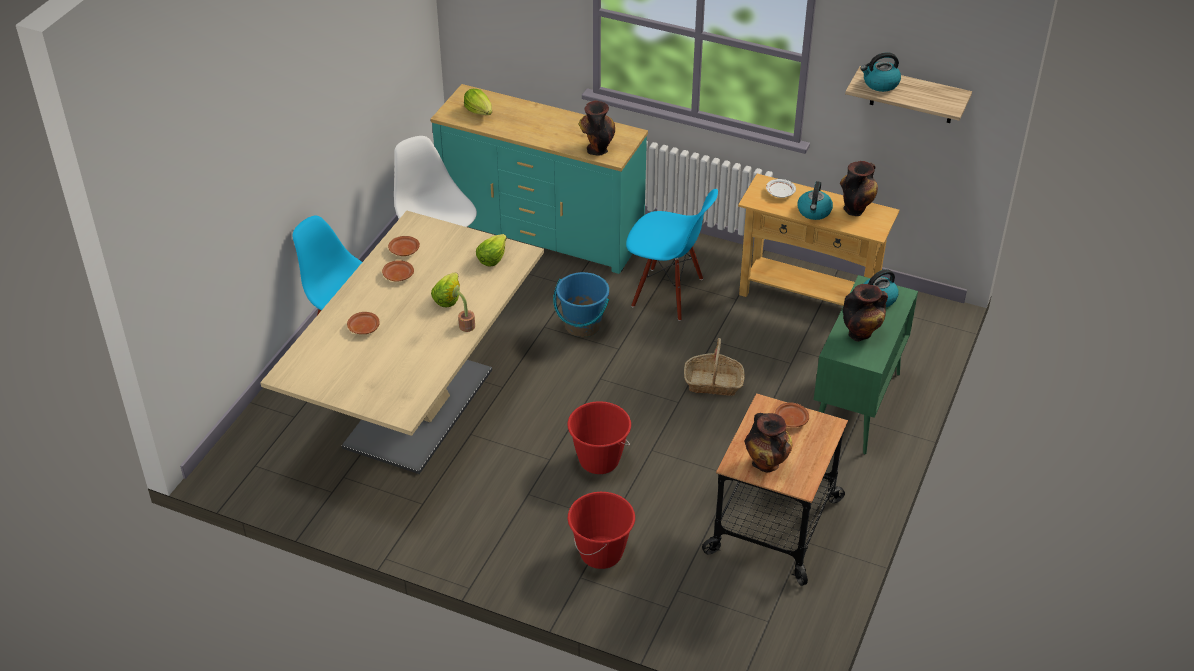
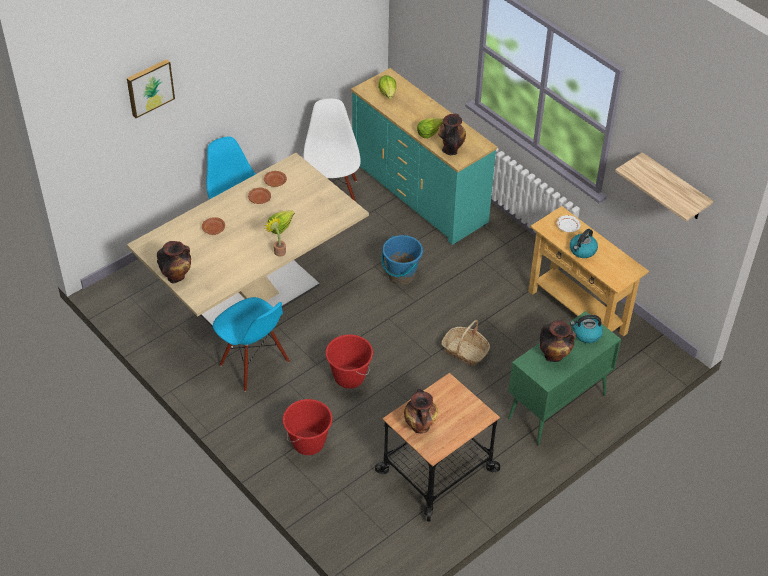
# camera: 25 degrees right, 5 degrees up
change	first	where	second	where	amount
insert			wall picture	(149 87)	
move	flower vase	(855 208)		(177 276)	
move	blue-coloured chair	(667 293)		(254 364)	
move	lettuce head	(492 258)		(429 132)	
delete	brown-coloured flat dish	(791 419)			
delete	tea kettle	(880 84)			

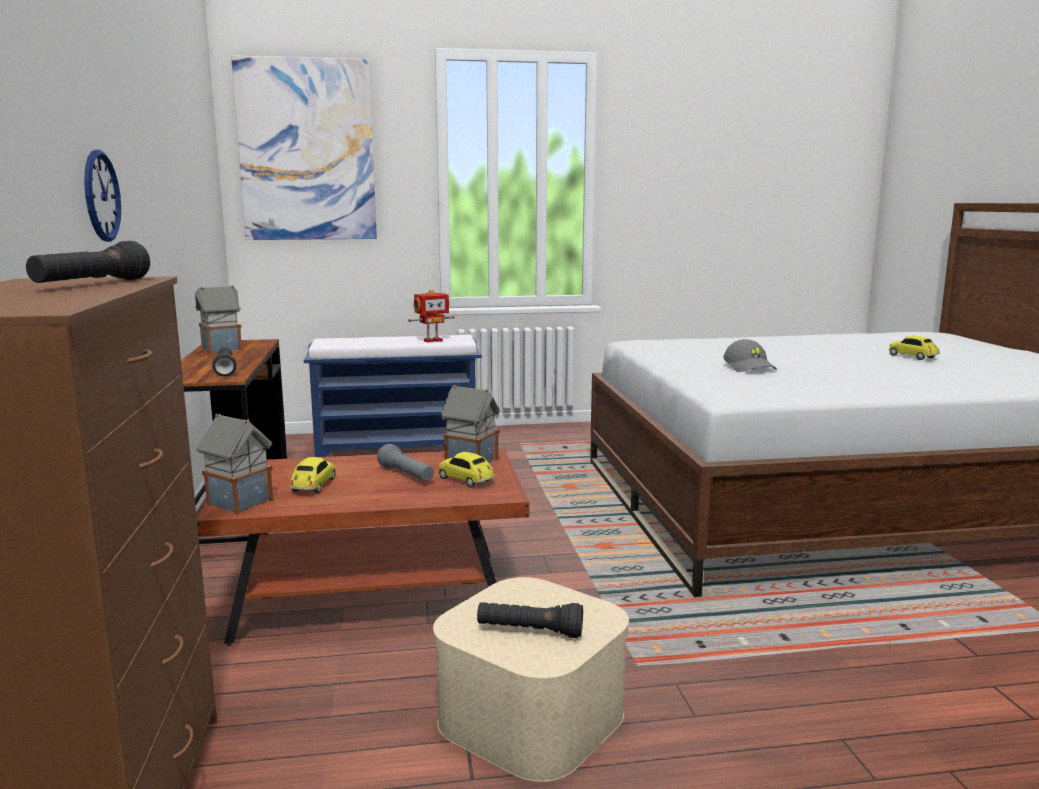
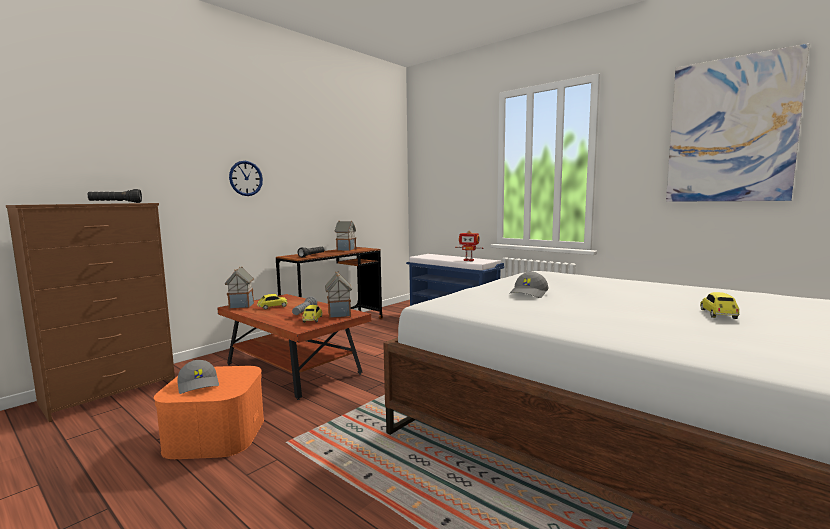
# camera: 50 degrees right, 5 degrees down
change	first	where	second	where	amount
recolor	beige storage box	(530 716)	orange-coloured storage box	(215 434)	
replace	black hand torch	(529 631)	grey peaked cap	(199 384)	
move	wall picture	(307 150)		(730 131)	

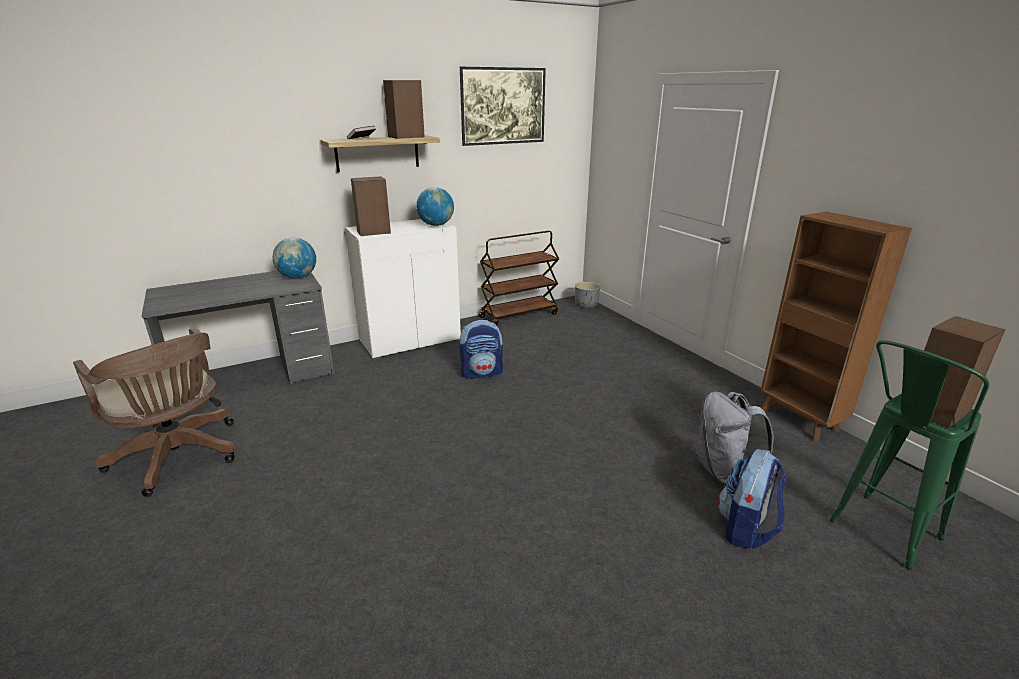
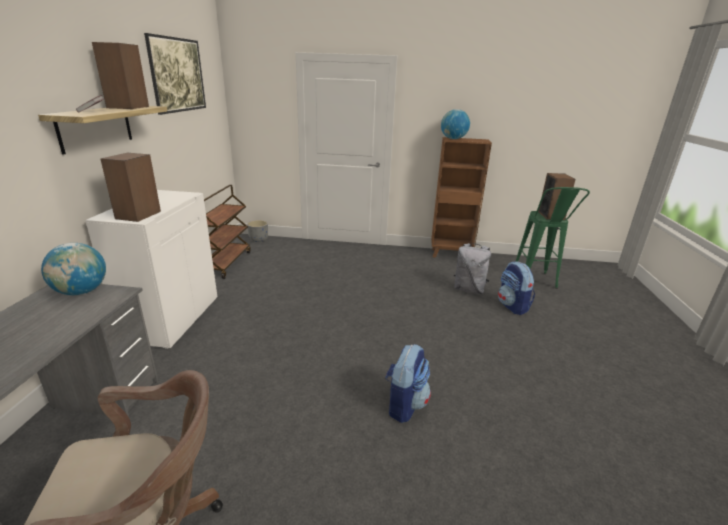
# camera: 55 degrees left, 0 degrees up
change	first	where	second	where	amount
move	rucksack	(482 373)		(404 404)	
move	desk globe	(436 225)		(453 139)	

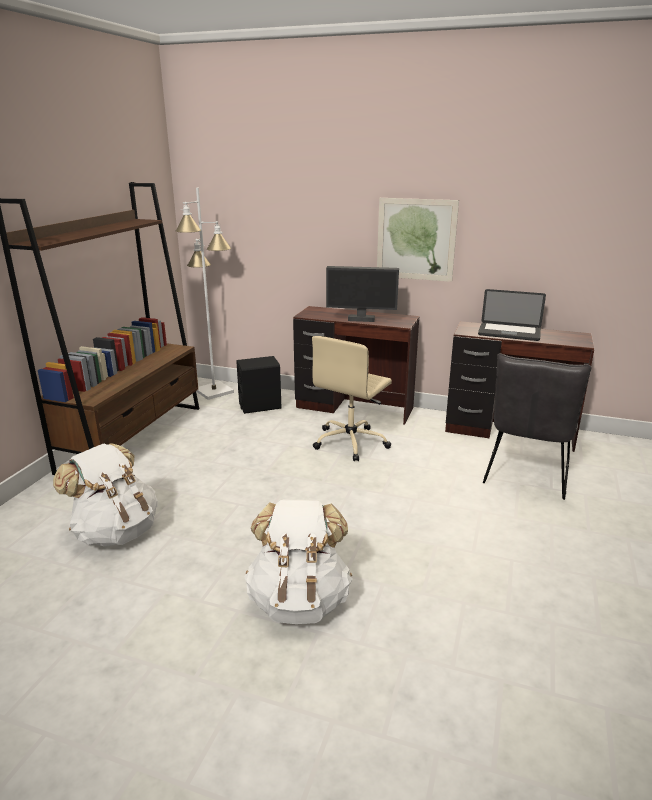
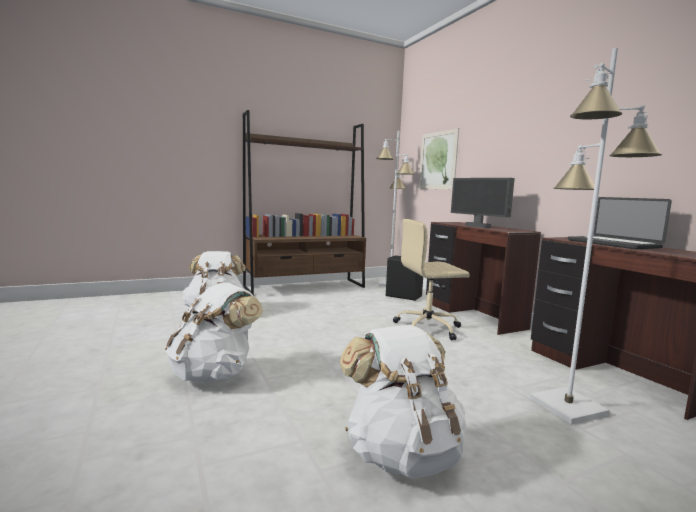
# camera: 45 degrees right, 15 degrees down
change	first	where	second	where	amount
insert			whitish rucksack	(402 453)	
move	wall picture	(416 239)		(438 160)	
replace	grey chair	(525 475)	whitish standing lamp	(566 406)	

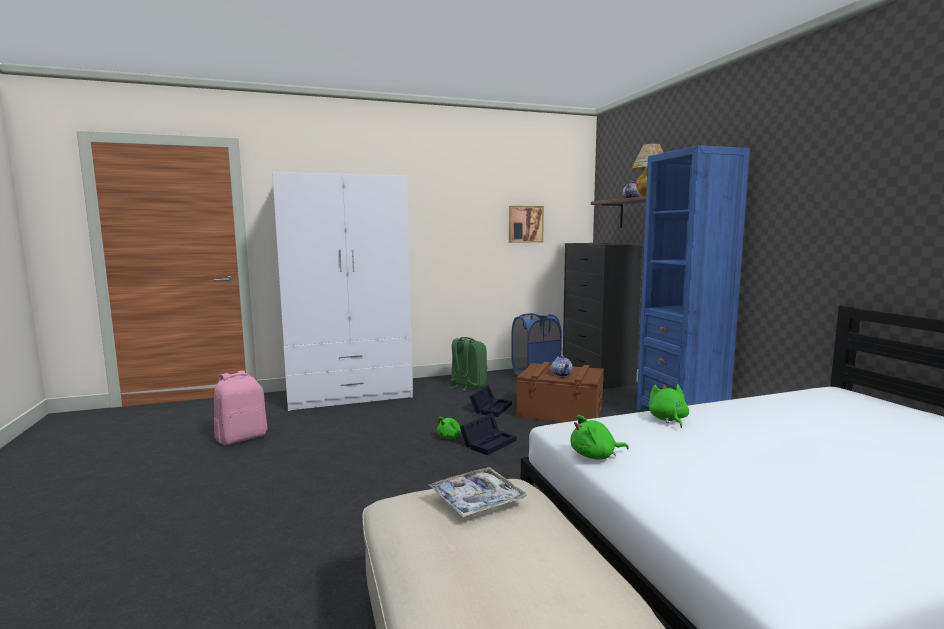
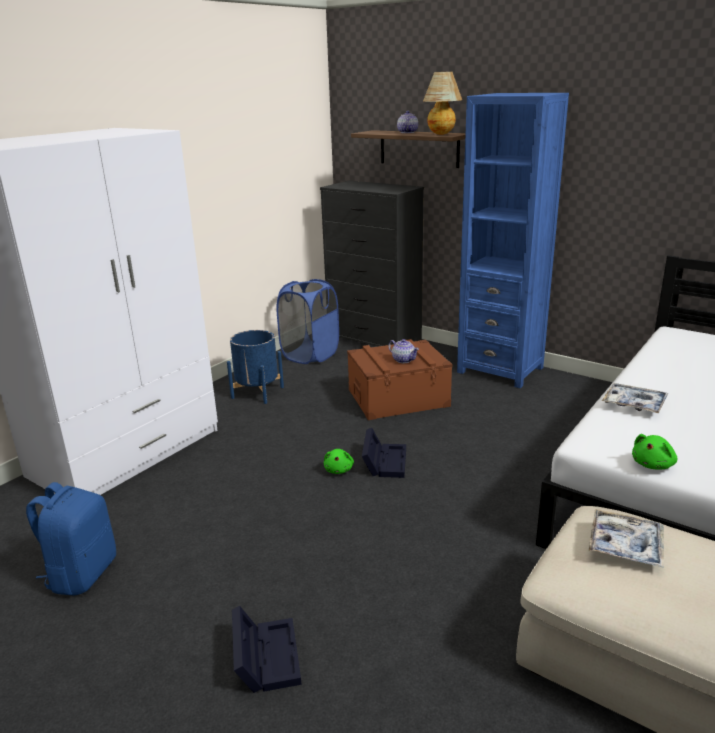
# camera: 35 degrees left, 15 degrees up
change	first	where	second	where	amount
recolor	pink-coloured rucksack	(242 438)	blue-coloured rucksack	(82 574)	
replace	green-coloured rucksack	(467 385)	blue-coloured planter	(257 392)	
move	black storage box	(491 408)		(266 656)	
replace	green-coloured cuddly toy	(668 419)	tray	(634 404)	
delete	wall picture	(525 224)			

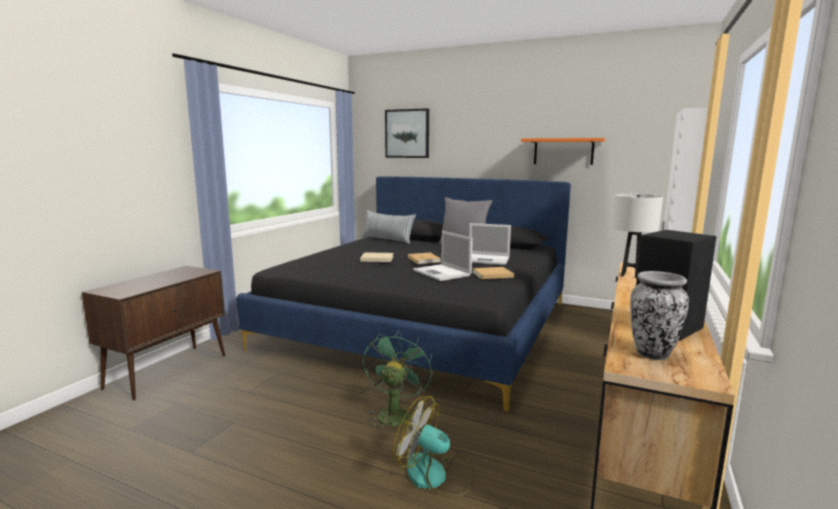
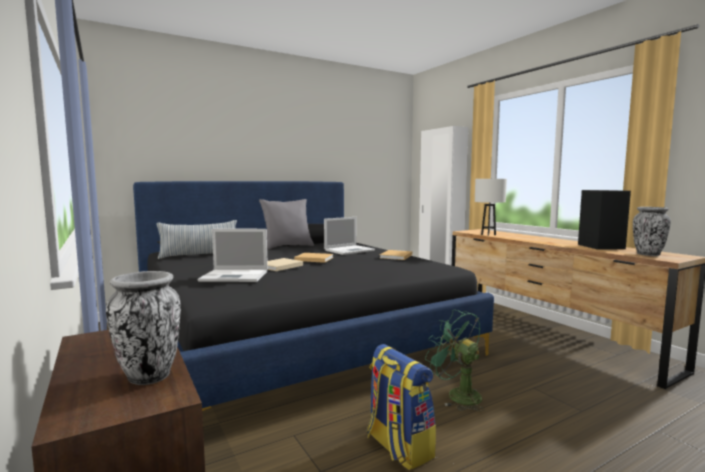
# camera: 55 degrees left, 5 degrees down
change	first	where	second	where	amount
insert			flower vase	(148 376)	
move	notebook computer	(442 273)		(236 276)	
insert			rucksack	(398 447)	
delete	wall picture	(407 133)			
delete	fan	(435 476)			
delete	orange-coloured bracket shelf	(563 151)			

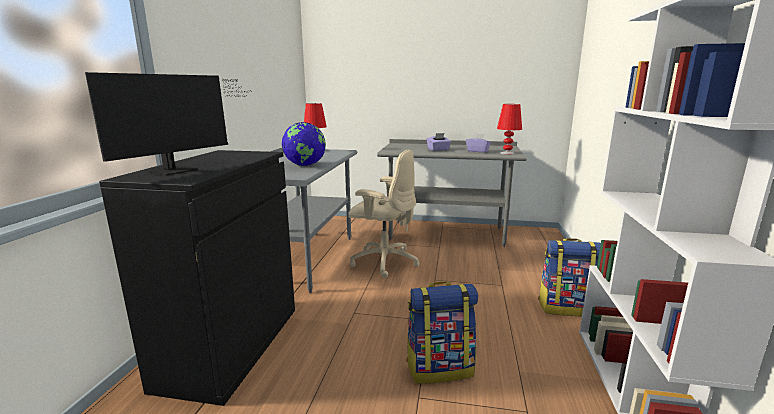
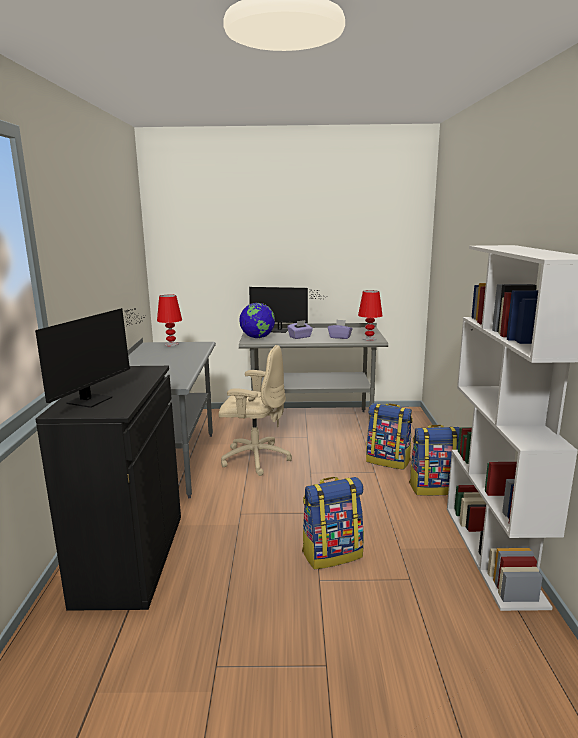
# camera: 10 degrees left, 0 degrees up
change	first	where	second	where	amount
move	desk globe	(305 165)		(257 337)	
insert			computer screen	(282 331)	
insert			rucksack	(388 461)	

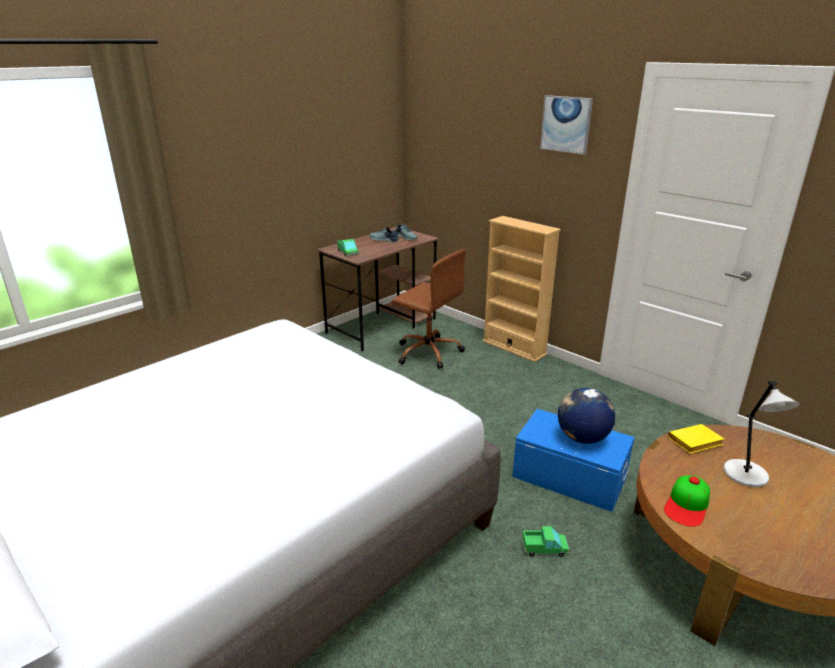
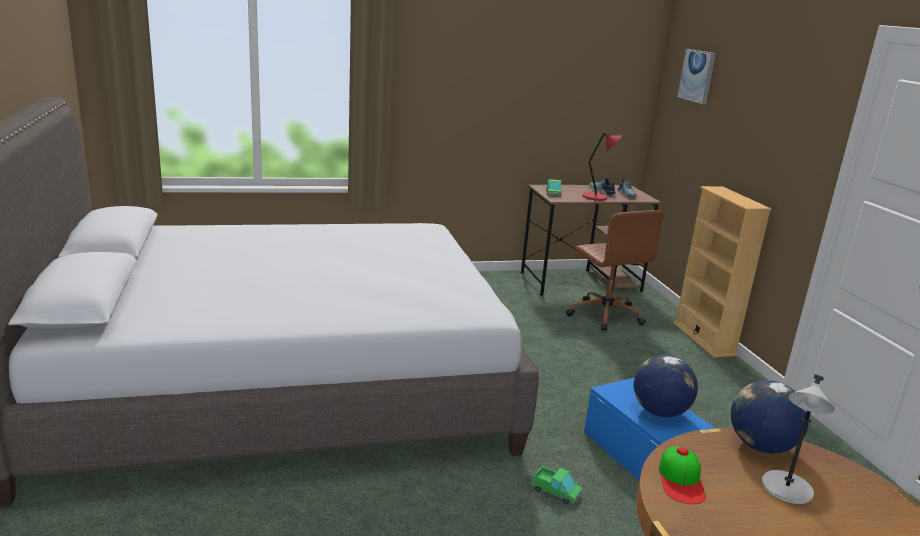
# camera: 30 degrees right, 5 degrees down
change	first	where	second	where	amount
insert			reddish tabletop lamp	(596 197)	
rotate	peaked cap	(687 505)		(681 480)	60 degrees counterclockwise
move	wall picture	(566 124)		(697 76)	
replace	yellowish volume	(694 443)	desk globe	(760 446)	

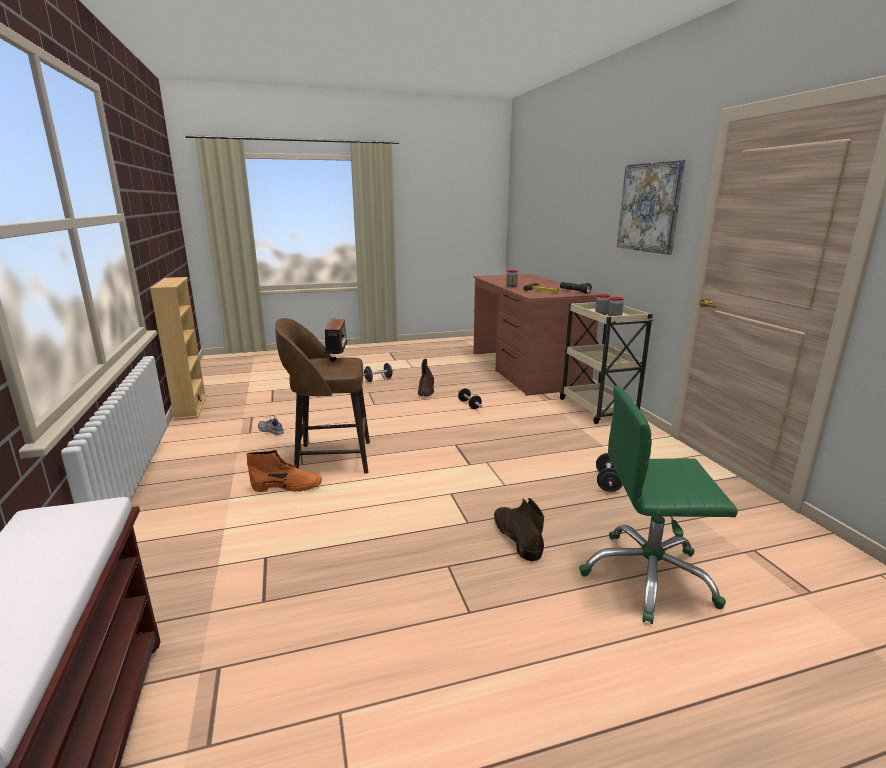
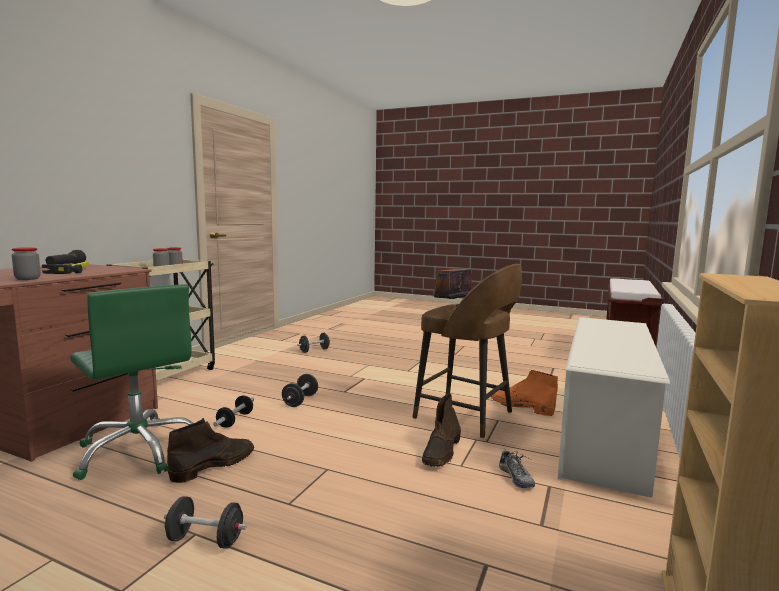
# camera: 140 degrees left, 10 degrees down
change	first	where	second	where	amount
move	green-coloured desk chair	(648 576)		(139 450)	
insert			black dumbbell	(300 401)	
move	brown-coloured boot	(516 536)		(441 452)	
insert			whitish shoe rack	(603 437)	
delete	wall picture	(649 207)			

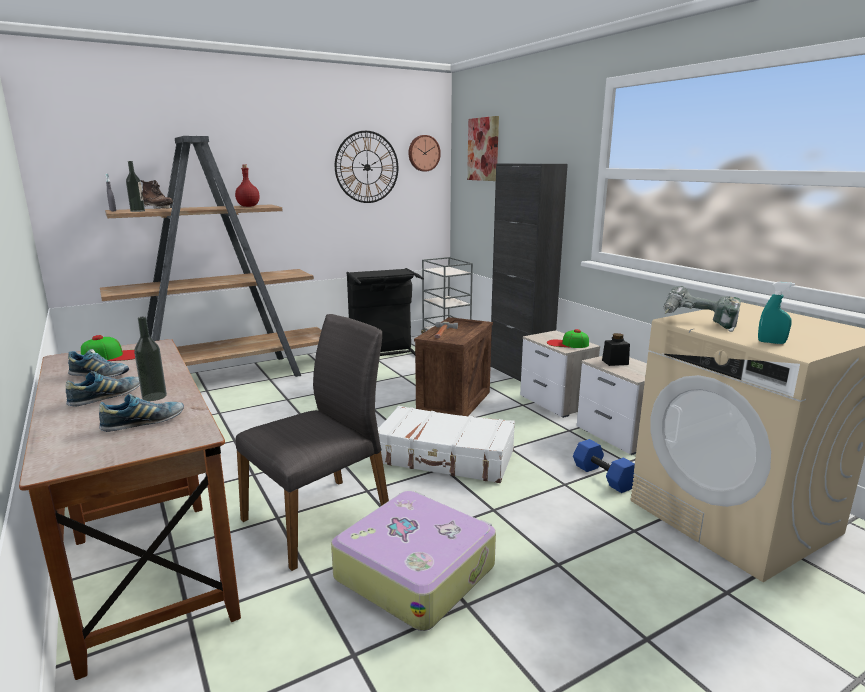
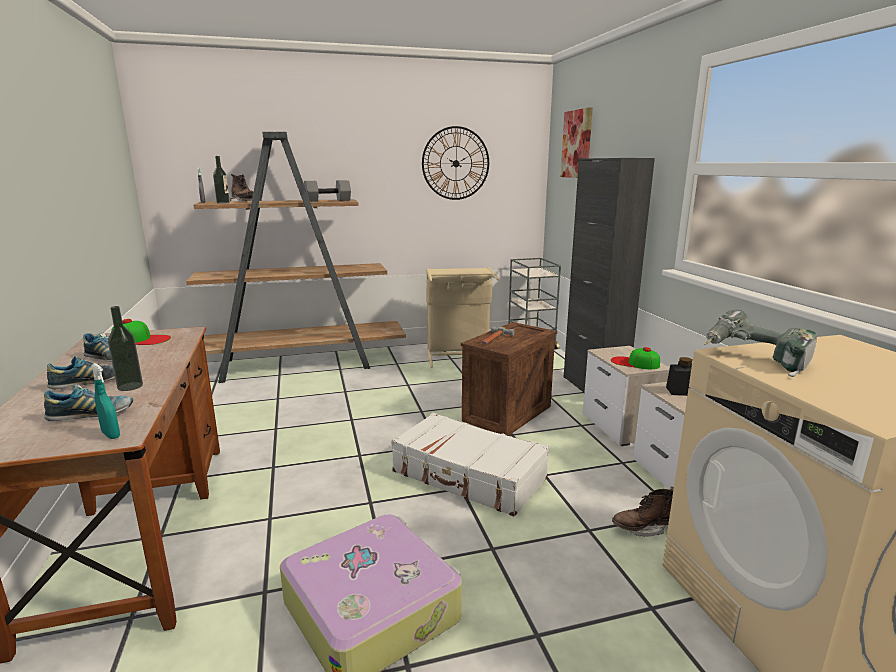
# camera: 15 degrees right, 0 degrees up
change	first	where	second	where	amount
move	turquoise sprayer	(771 342)		(111 435)	
replace	reddish drink bottle	(248 206)	grey dumbbell	(328 200)	
recolor	black hamper	(384 356)	beige hamper	(459 355)	
replace	blue-coloured dumbbell	(604 477)	brown-coloured boot	(642 528)	
delete	grey chair	(319 518)			
delete	clock on the wall	(423 153)			

